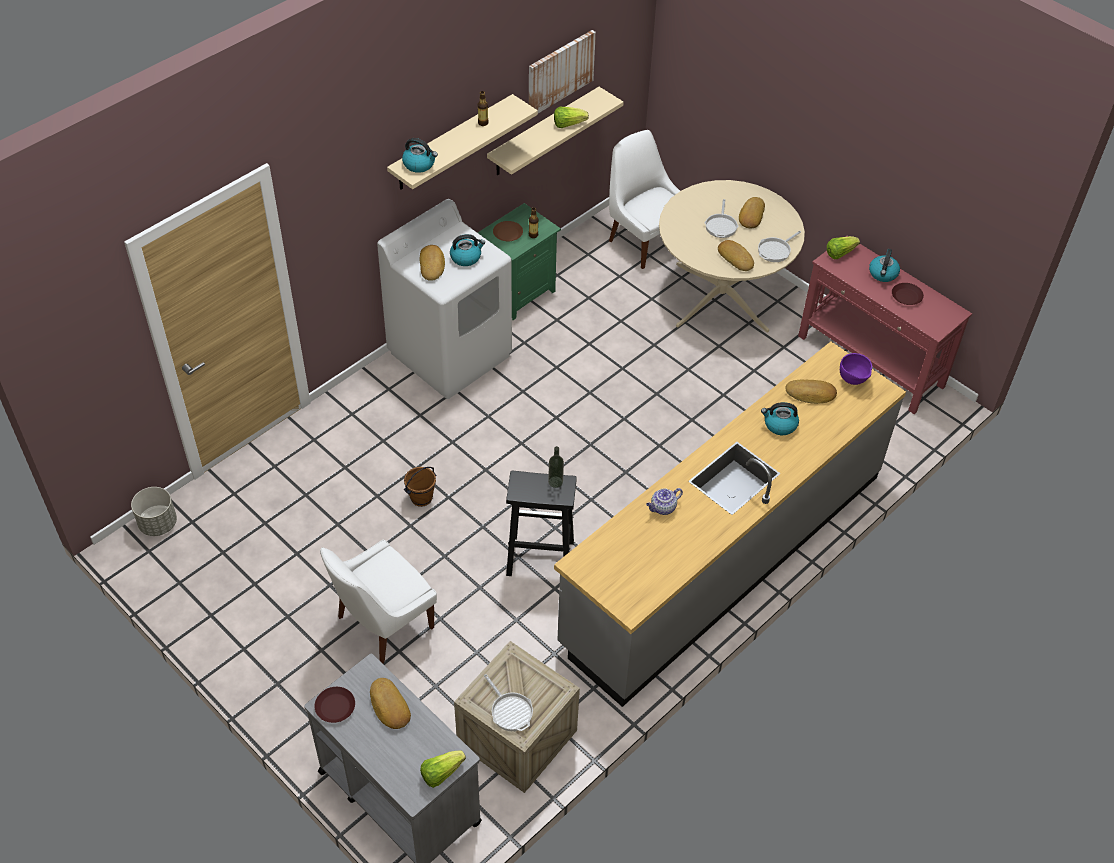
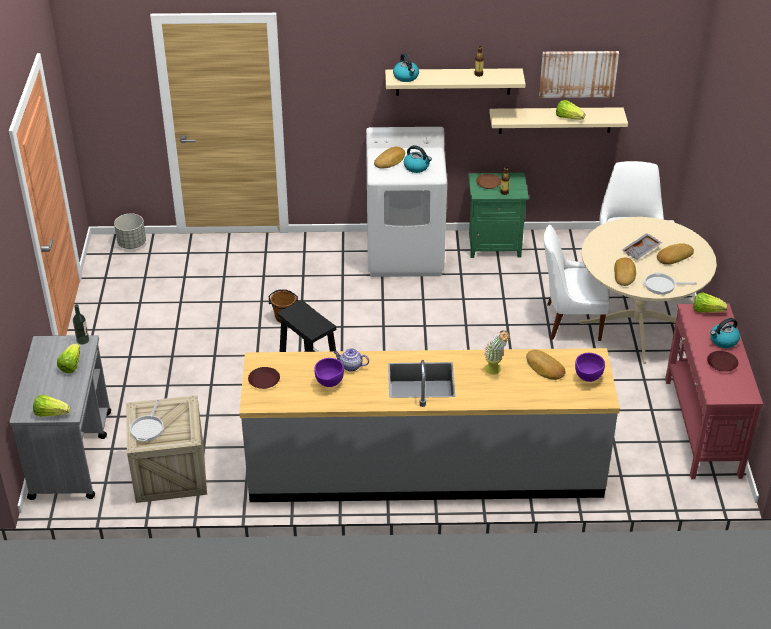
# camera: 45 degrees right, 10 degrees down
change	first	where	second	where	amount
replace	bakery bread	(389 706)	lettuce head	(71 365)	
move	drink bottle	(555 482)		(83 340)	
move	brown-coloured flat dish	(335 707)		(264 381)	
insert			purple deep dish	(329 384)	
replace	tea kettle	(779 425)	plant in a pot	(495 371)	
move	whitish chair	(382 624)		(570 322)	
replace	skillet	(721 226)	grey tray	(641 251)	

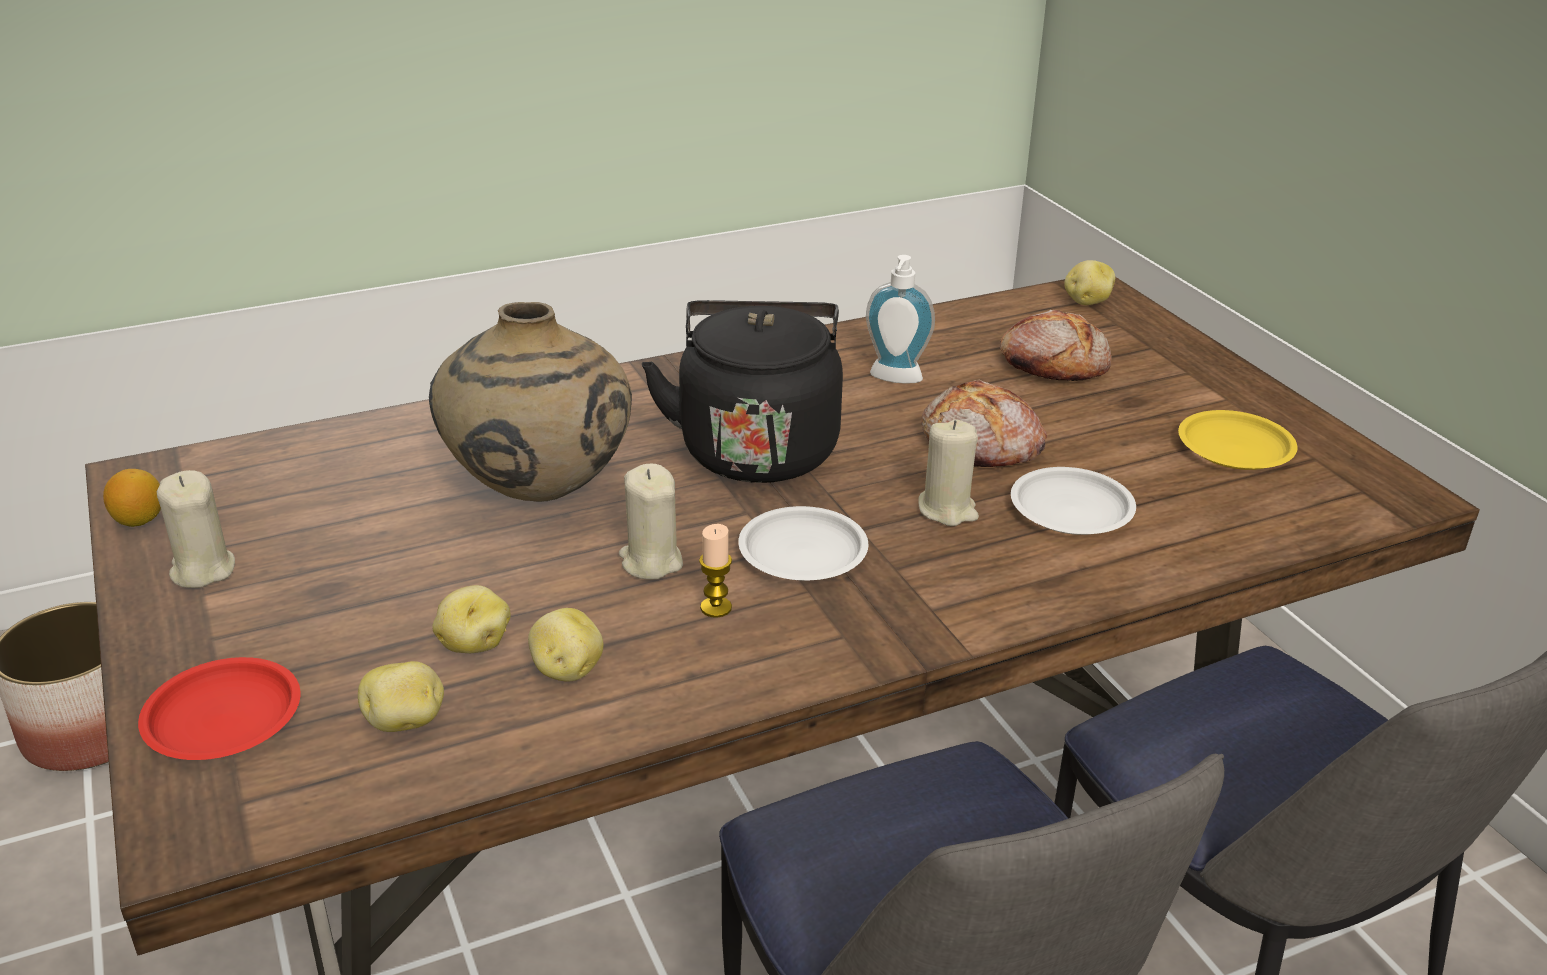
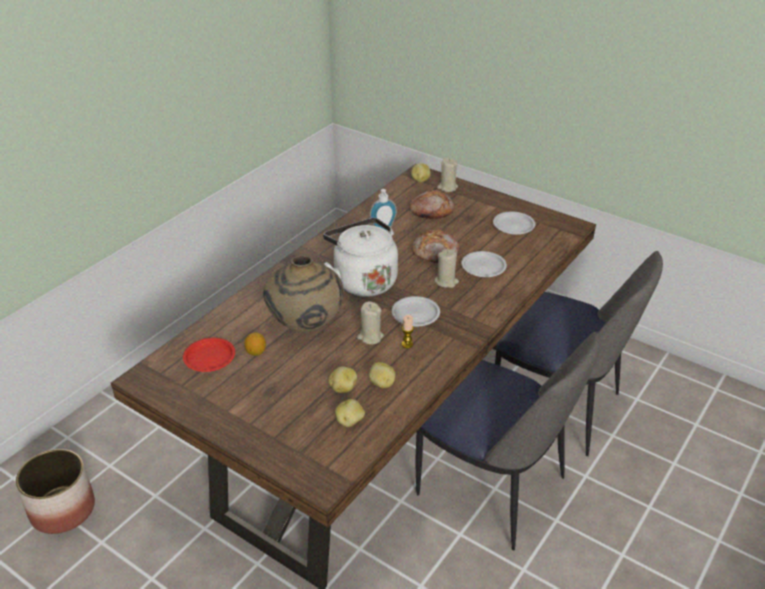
# camera: 30 degrees left, 5 degrees up
change	first	where	second	where	amount
move	reddish flat dish	(224 717)		(210 357)	
move	whole lemon	(139 520)		(256 352)	
recolor	black tea kettle	(757 447)	whitish tea kettle	(362 280)	
move	beige candle	(202 570)		(447 187)	
recolor	yellowish flat dish	(1234 448)	whitish flat dish	(513 226)	

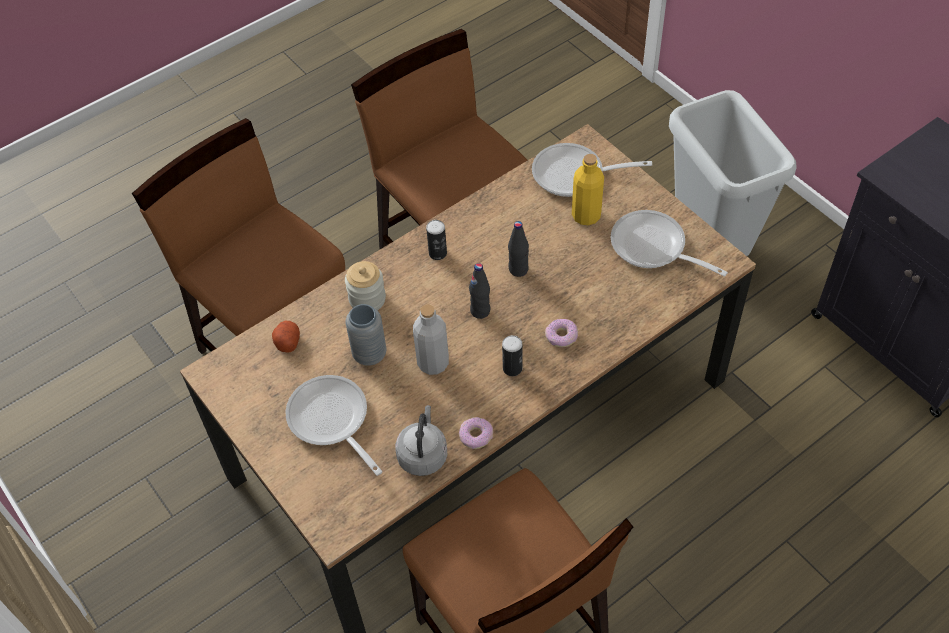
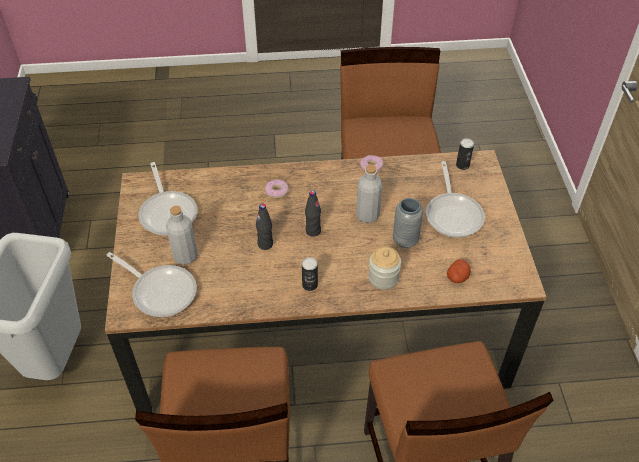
# camera: 150 degrees left, 5 degrees down
change	first	where	second	where	amount
recolor	yellowish drink bottle	(586 215)	grey drink bottle	(185 256)	
move	can	(512 368)		(462 165)	
delete	grey tea kettle	(423 454)			

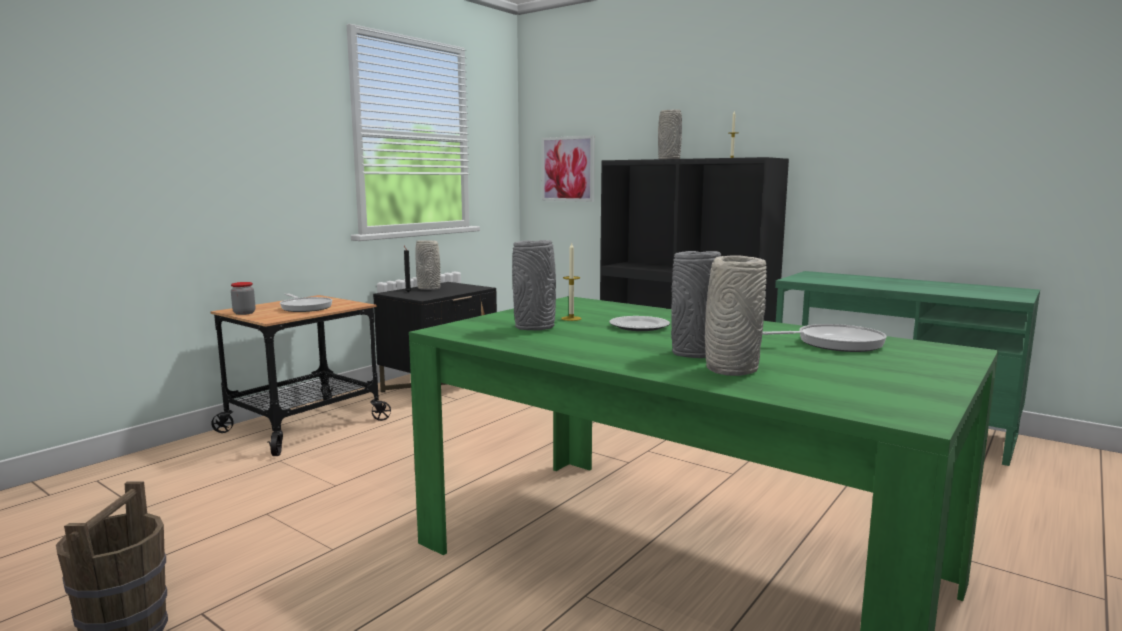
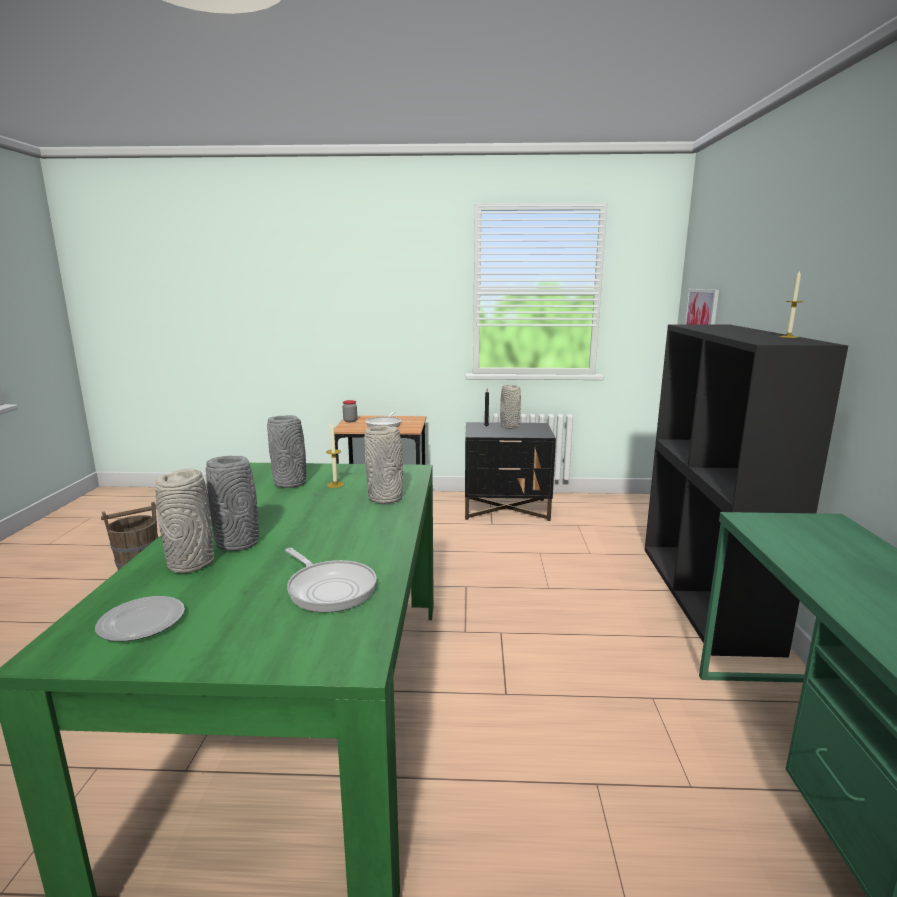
# camera: 55 degrees right, 5 degrees up
change	first	where	second	where	amount
move	flat dish	(640 326)		(141 623)	
move	grey flower vase	(669 159)		(386 498)	

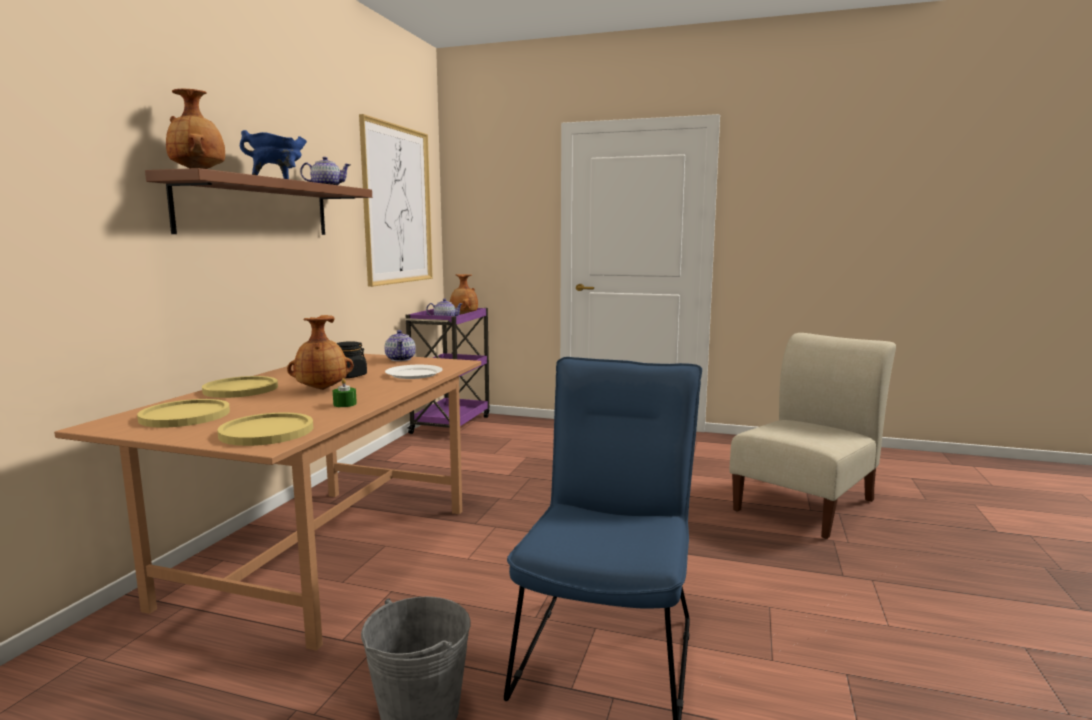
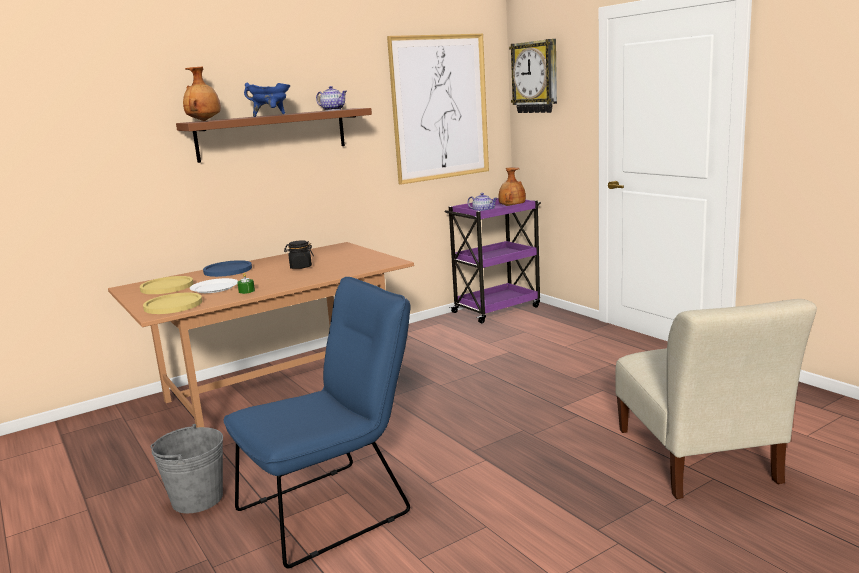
# camera: 40 degrees right, 5 degrees up
change	first	where	second	where	amount
move	whitish flat dish	(413 374)		(214 288)	
recolor	yellowish flat dish	(241 389)	blue-coloured flat dish	(228 270)	
insert			clock on the wall	(535 77)	
rotate	beige chair	(807 503)		(697 459)	90 degrees clockwise
delete	brown-coloured flower vase	(322 389)			
delete	tea pot	(401 359)			

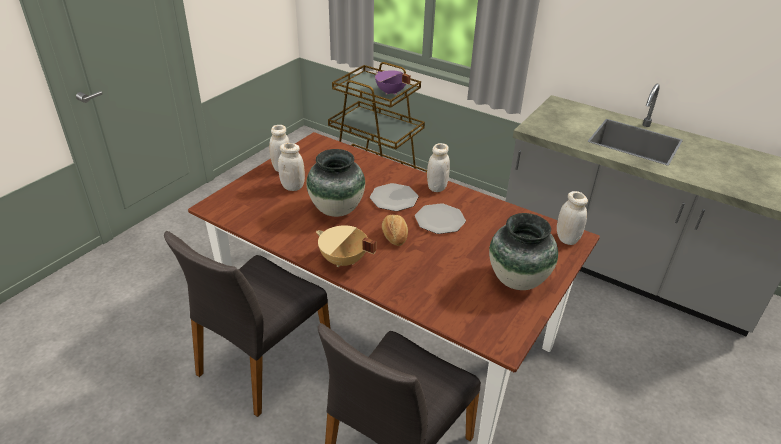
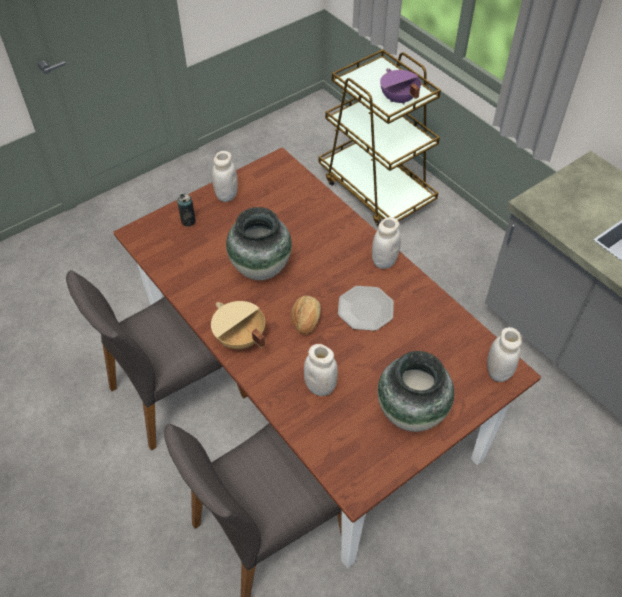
# camera: 20 degrees right, 15 degrees up
change	first	where	second	where	amount
insert			can	(188 221)	
move	whitish preserve jar	(293 187)		(320 386)	
delete	flat dish	(393 198)			

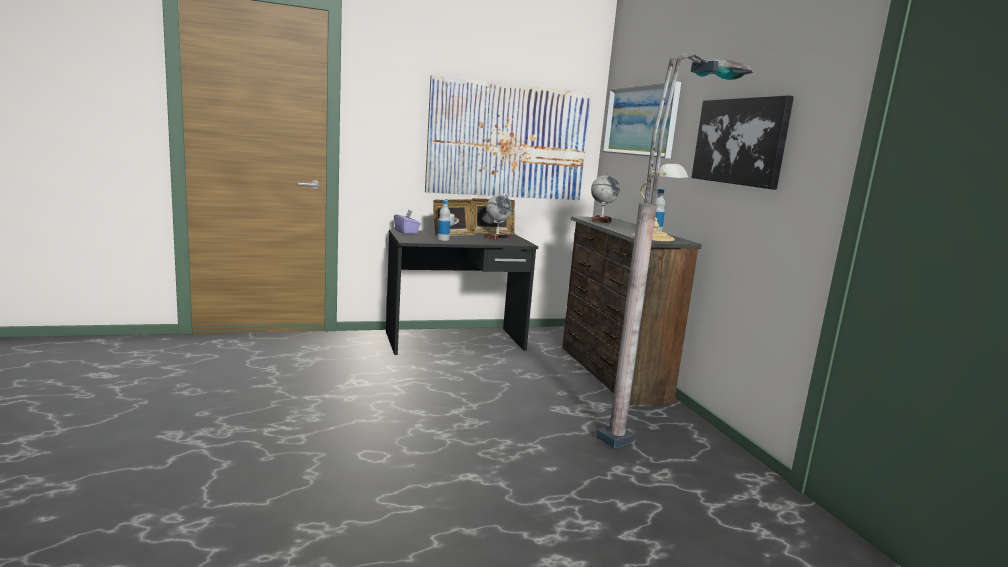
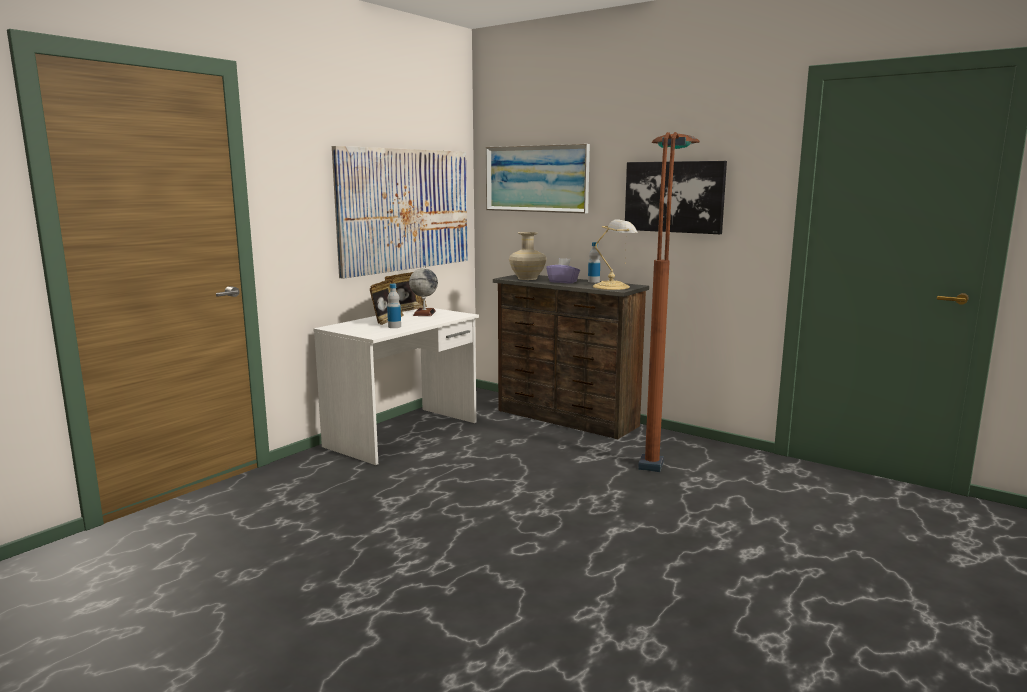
# camera: 35 degrees left, 0 degrees up
change	first	where	second	where	amount
recolor	black desk table	(455 341)	whitish desk table	(404 434)	
replace	desk globe	(601 220)	beige flower vase	(527 278)	
move	purple tissue holder	(406 232)		(563 282)	
recolor	grey standing lamp	(653 428)	brown-coloured standing lamp	(658 449)	

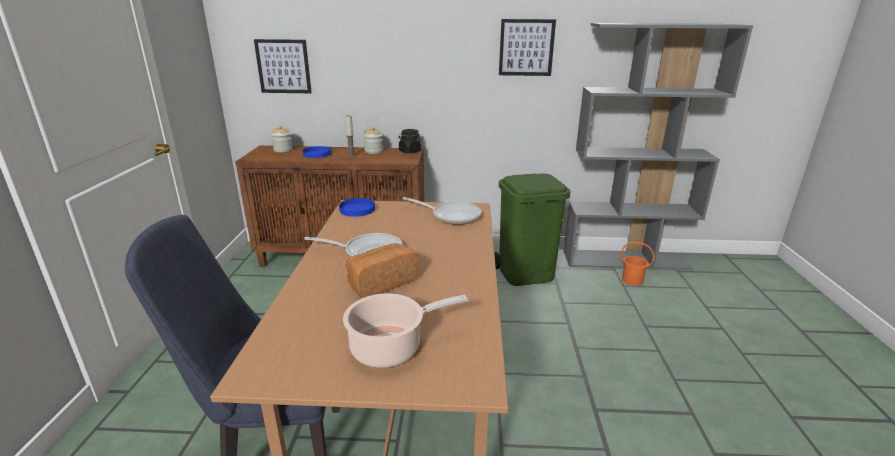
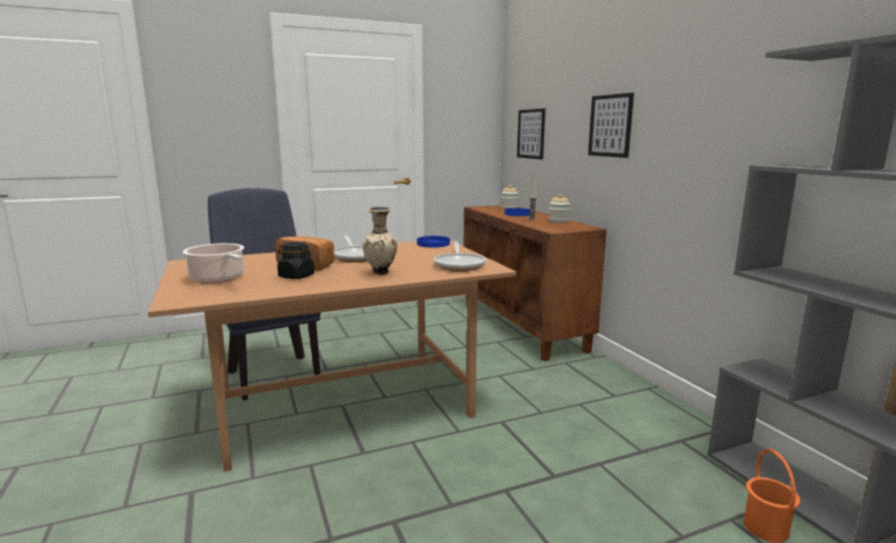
# camera: 65 degrees right, 10 degrees down
change	first	where	second	where	amount
move	black preserve jar	(409 151)		(296 276)	
insert			beige flower vase	(381 273)	
move	wall picture	(526 47)		(610 126)	
delete	green-coloured rubbish bin	(526 274)			

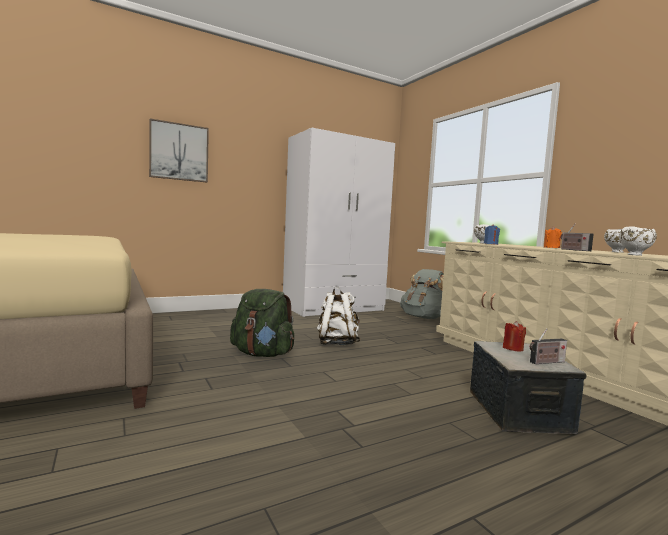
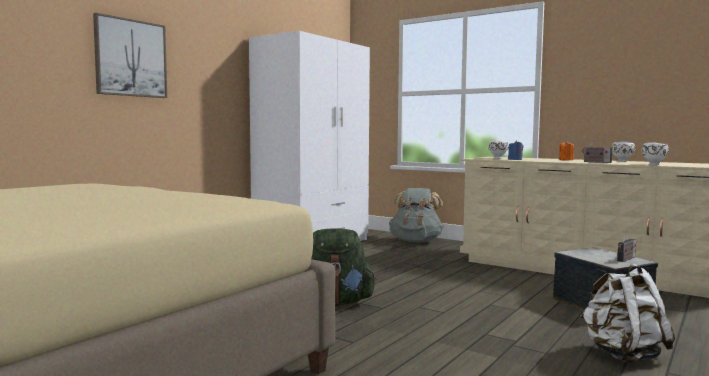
# camera: 25 degrees left, 0 degrees up
change	first	where	second	where	amount
move	whitish rucksack	(337 343)		(623 354)	
delete	reddish candle	(513 348)			

